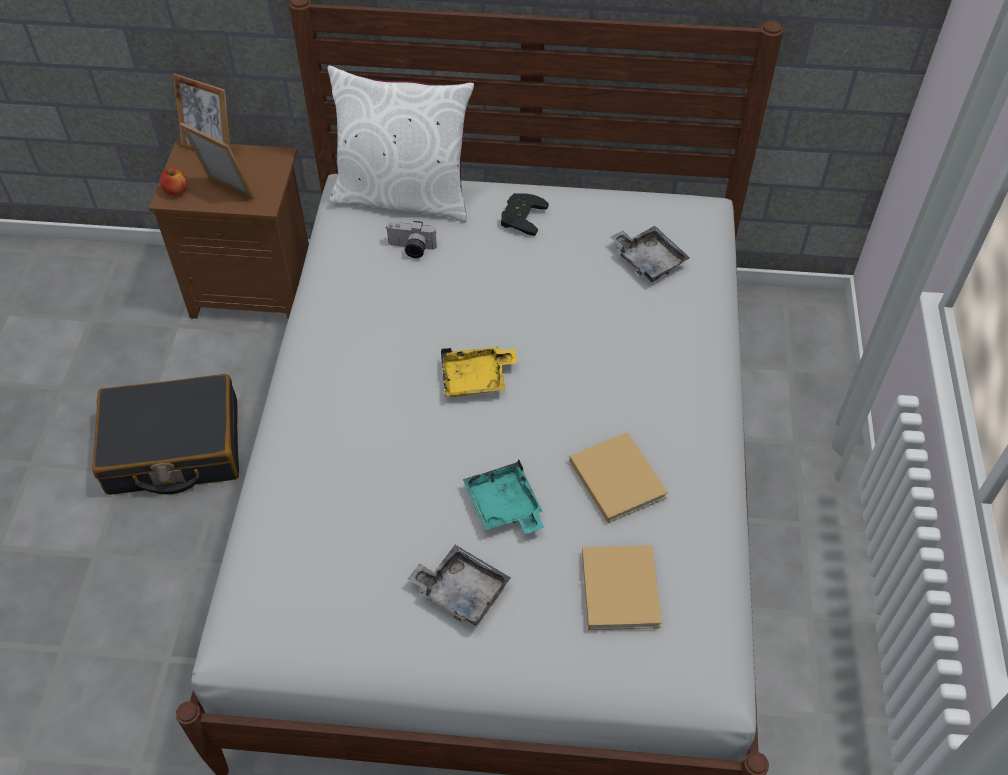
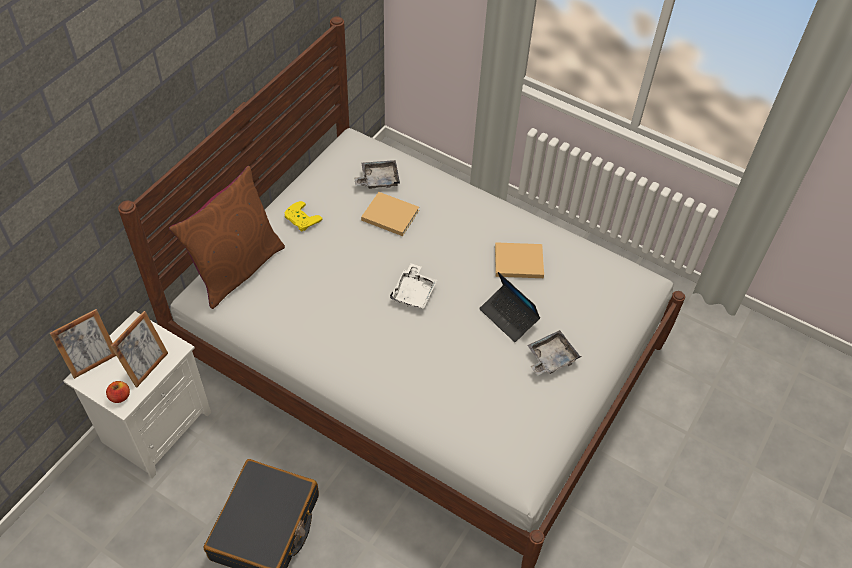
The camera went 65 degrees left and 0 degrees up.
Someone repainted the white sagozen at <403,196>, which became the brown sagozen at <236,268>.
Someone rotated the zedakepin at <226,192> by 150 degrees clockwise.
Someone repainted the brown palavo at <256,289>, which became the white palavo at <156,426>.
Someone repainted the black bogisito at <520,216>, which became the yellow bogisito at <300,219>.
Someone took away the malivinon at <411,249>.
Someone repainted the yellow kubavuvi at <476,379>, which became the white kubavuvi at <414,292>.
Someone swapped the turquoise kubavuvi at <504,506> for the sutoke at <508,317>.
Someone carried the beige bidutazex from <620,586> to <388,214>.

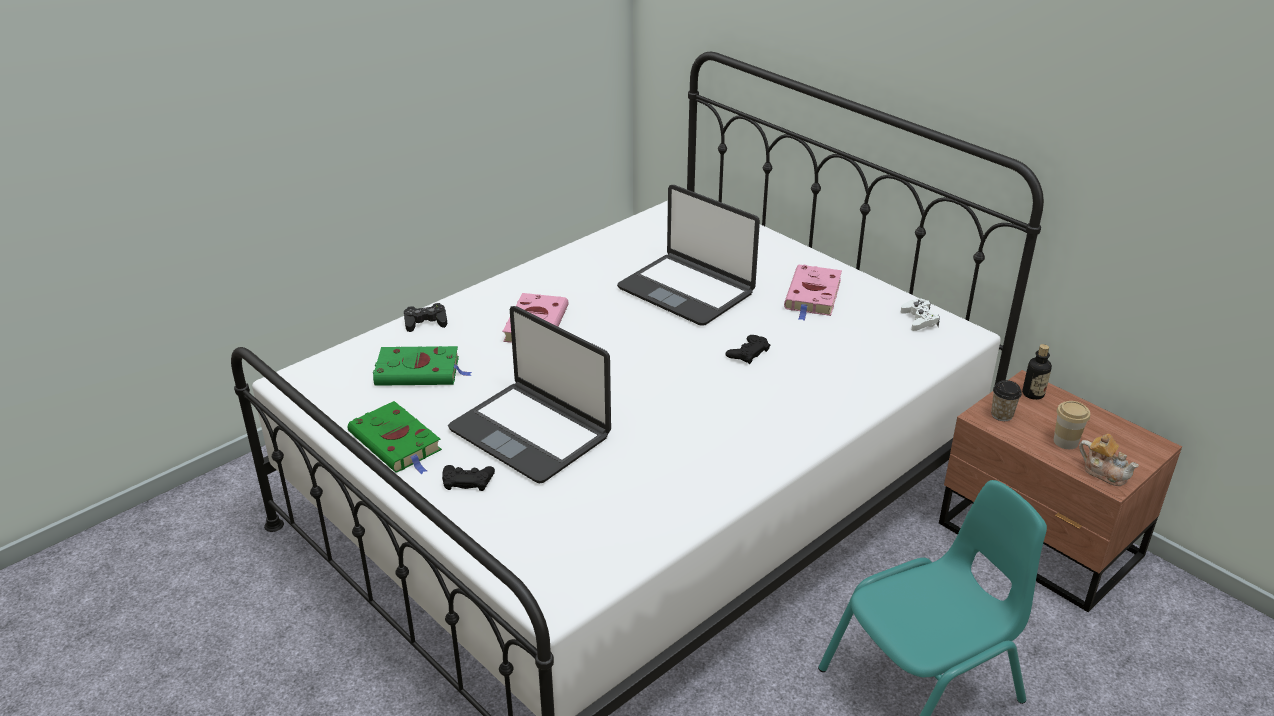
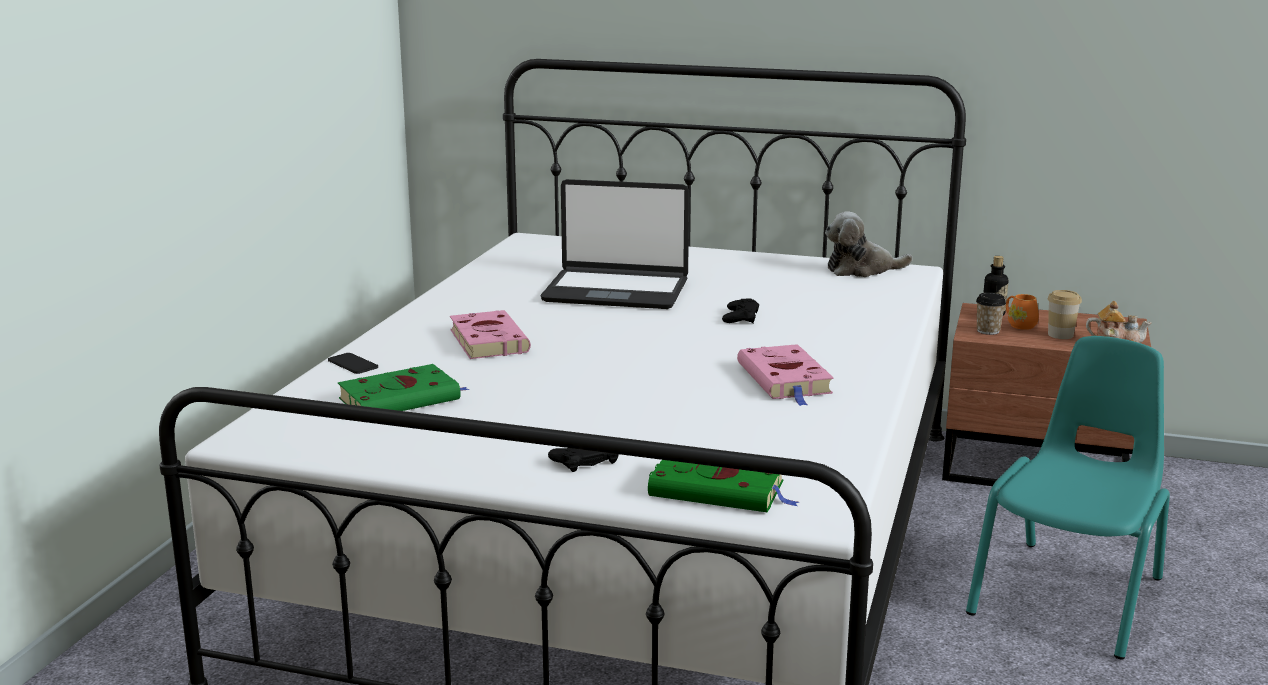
The camera went 30 degrees left and 15 degrees down.
Someone carried the pink bidutazex from <813,296> to <786,380>.
Someone swapped the white bogisito at <919,320> for the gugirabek at <861,270>.
Someone swapped the black bogisito at <425,322> for the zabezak at <353,364>.
Someone took away the sutoke at <531,432>.
Someone carried the green bidutazex from <397,443> to <721,490>.
Someone put down the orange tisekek at <1019,325>.

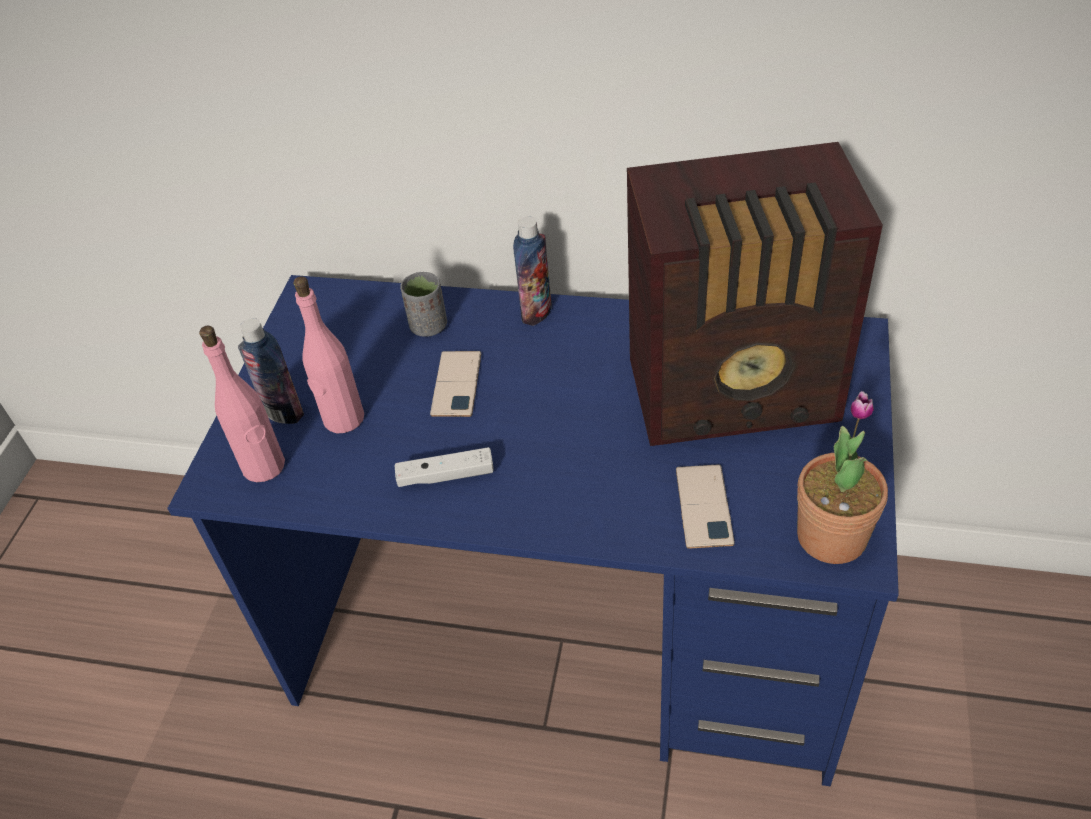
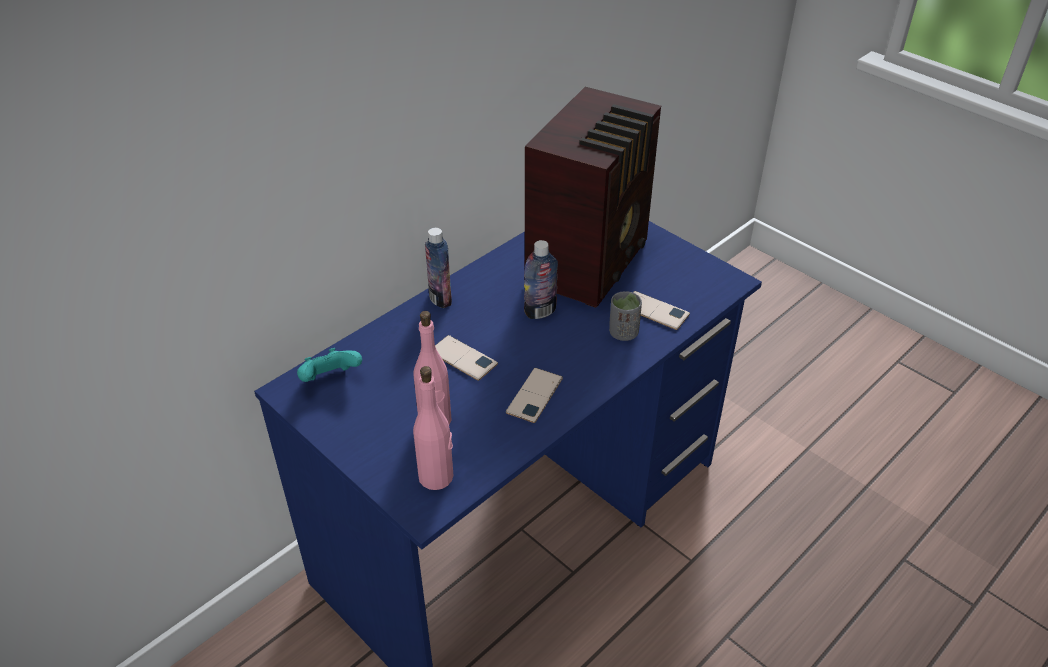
The camera went 60 degrees left and 5 degrees down.
Someone carried the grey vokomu from <428,326> to <623,333>.
Someone carried the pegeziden from <283,412> to <540,311>.
Someone took away the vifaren at <831,536>.
Someone swapped the white bogisito at <446,476> for the zabezak at <534,395>.
Someone put down the turquoise bogisito at <330,379>.

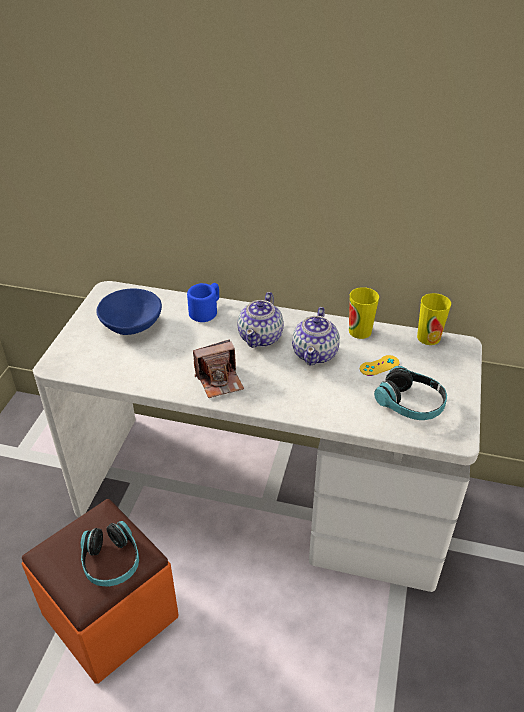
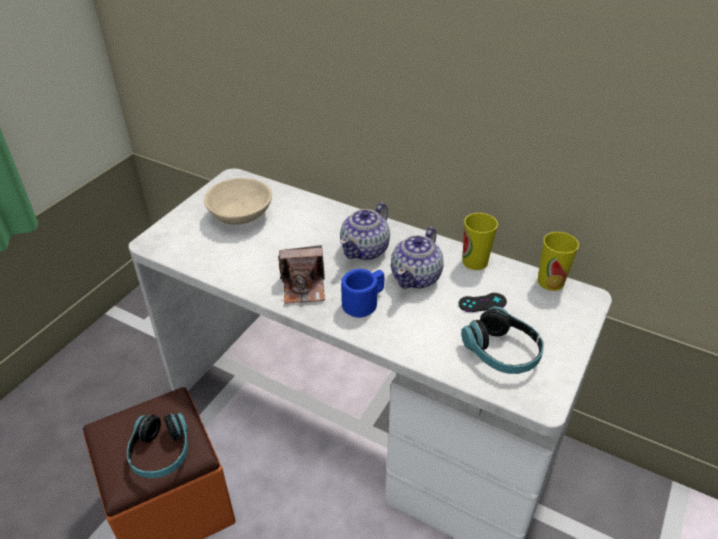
The camera went 15 degrees right and 0 degrees up.
Someone carried the blue tisekek from <206,311> to <364,302>.
Someone repainted the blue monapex at <131,325>, which became the beige monapex at <240,215>.
Someone repainted the yellow bogisito at <379,366>, which became the black bogisito at <482,303>.

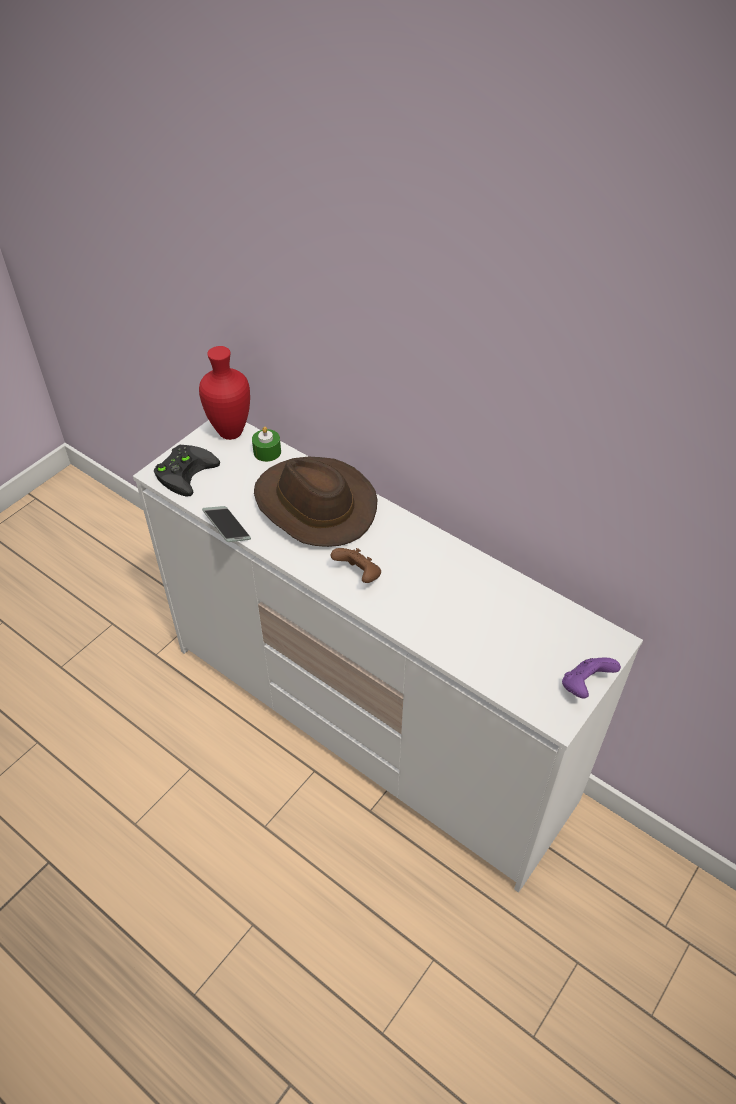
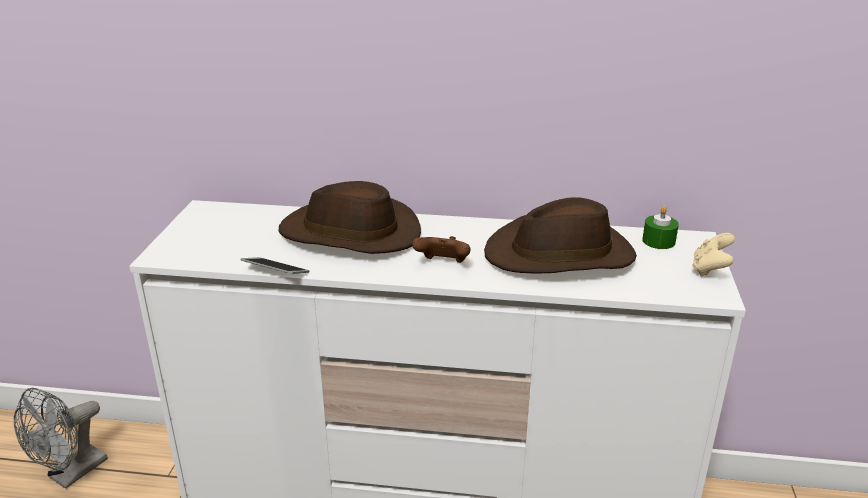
The camera went 30 degrees left and 20 degrees down.
Someone took away the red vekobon at <232,433>.
Someone carried the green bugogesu from <267,452> to <658,241>.
Someone took away the black bogisito at <185,471>.
Someone repainted the purple bogisito at <584,686>, which became the beige bogisito at <710,270>.
Someone put down the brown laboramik at <560,255>.
Someone put down the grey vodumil at <71,474>.

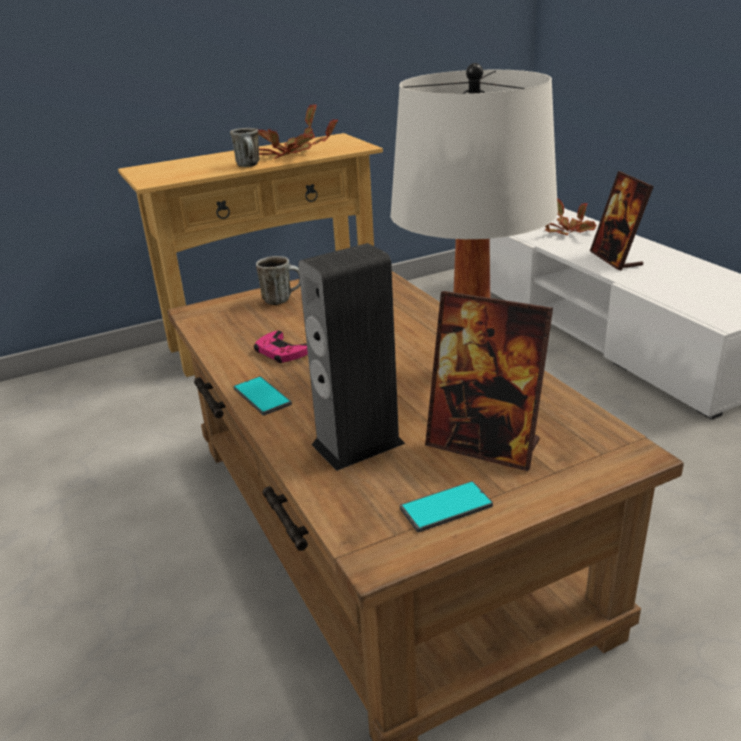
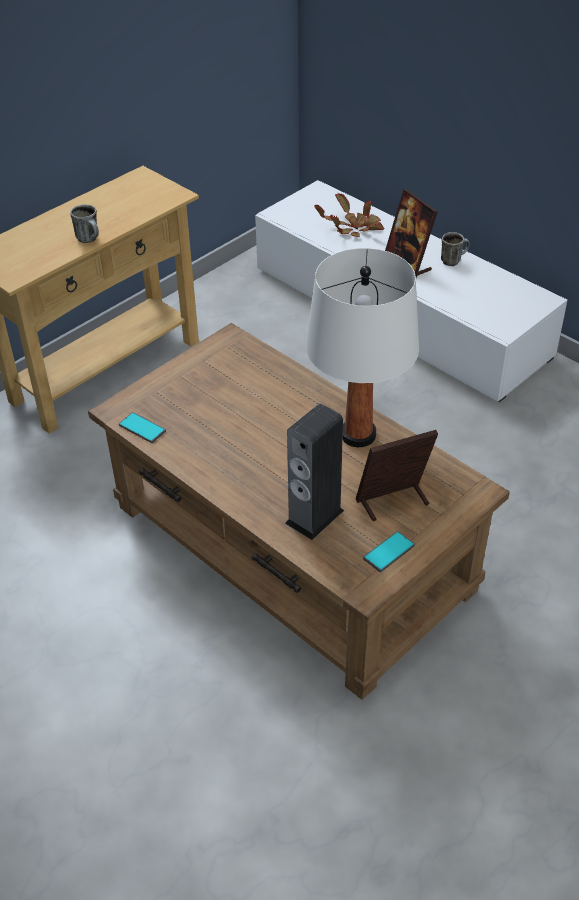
The camera went 20 degrees left and 15 degrees up.
Someone took away the vifaren at <291,153>.
Someone carried the tisekek from <282,299> to <453,260>.
Someone rotated the zedakepin at <484,445> by 150 degrees clockwise.
Someone took away the pink bogisito at <281,352>.
Someone carried the zabezak from <262,396> to <142,428>.

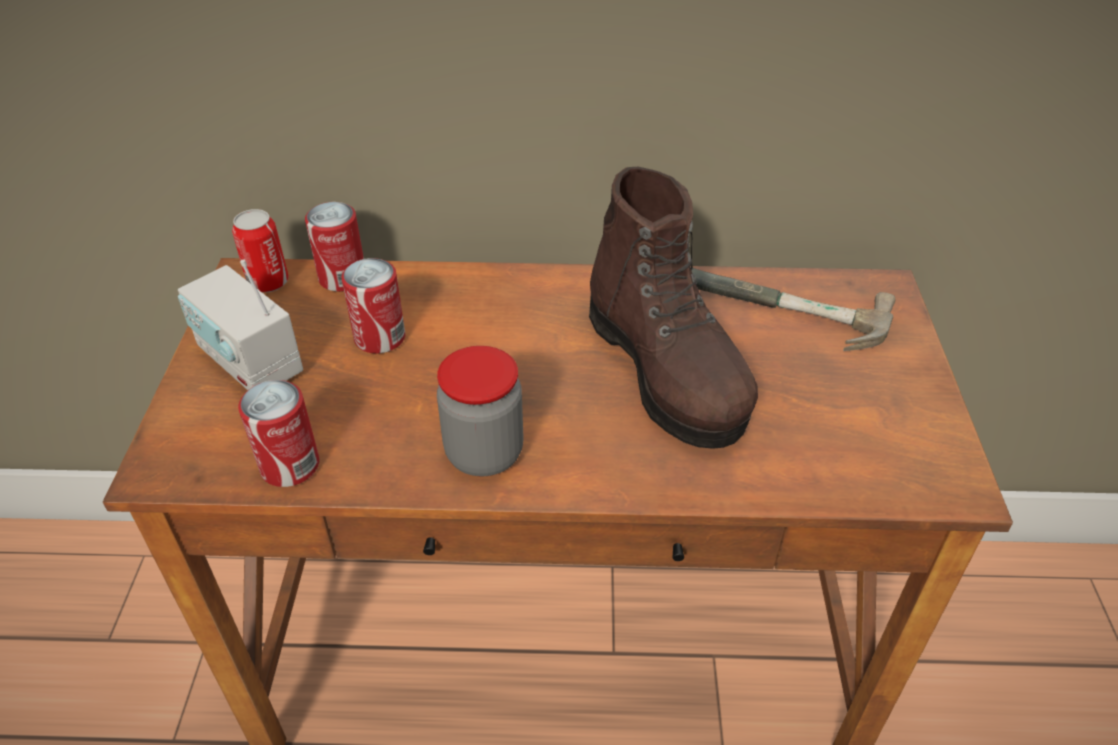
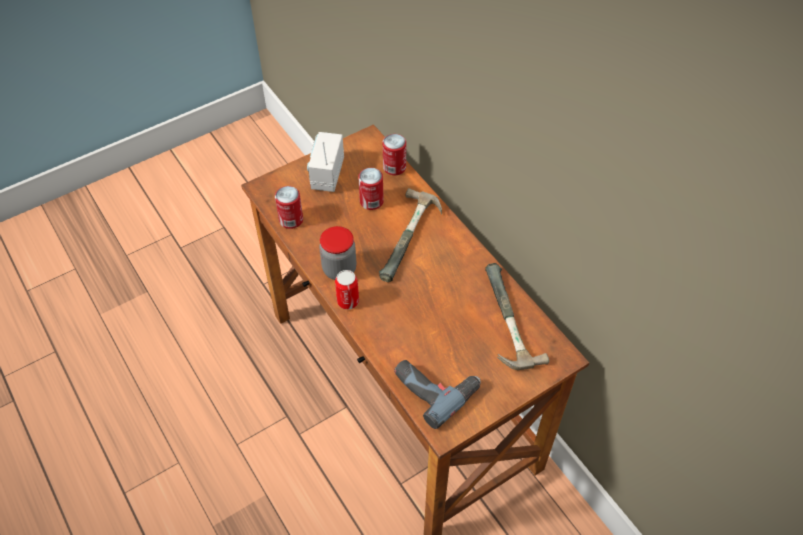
The camera went 55 degrees right and 10 degrees up.
Someone took away the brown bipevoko at <666,371>.
Someone carried the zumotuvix from <268,282> to <348,301>.
Someone put down the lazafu at <413,239>.
Someone put down the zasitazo at <435,386>.

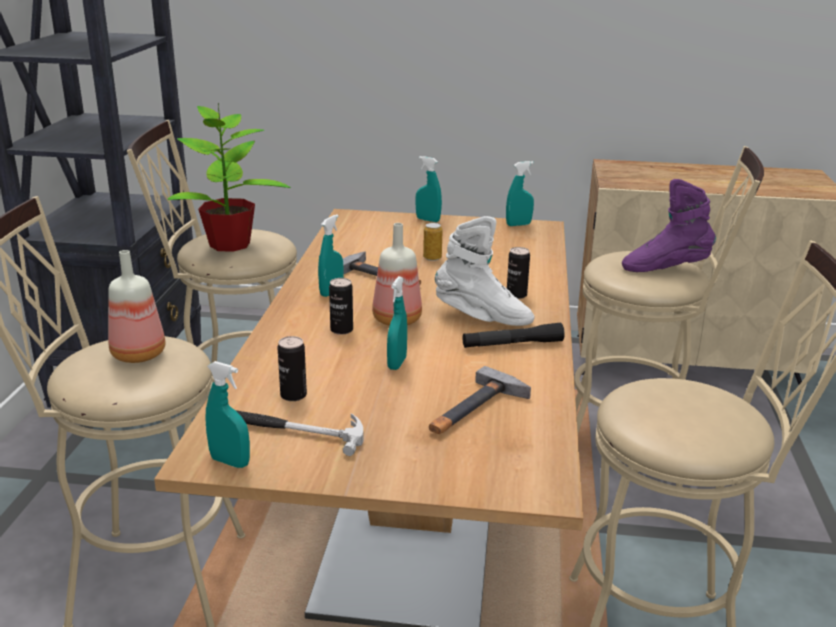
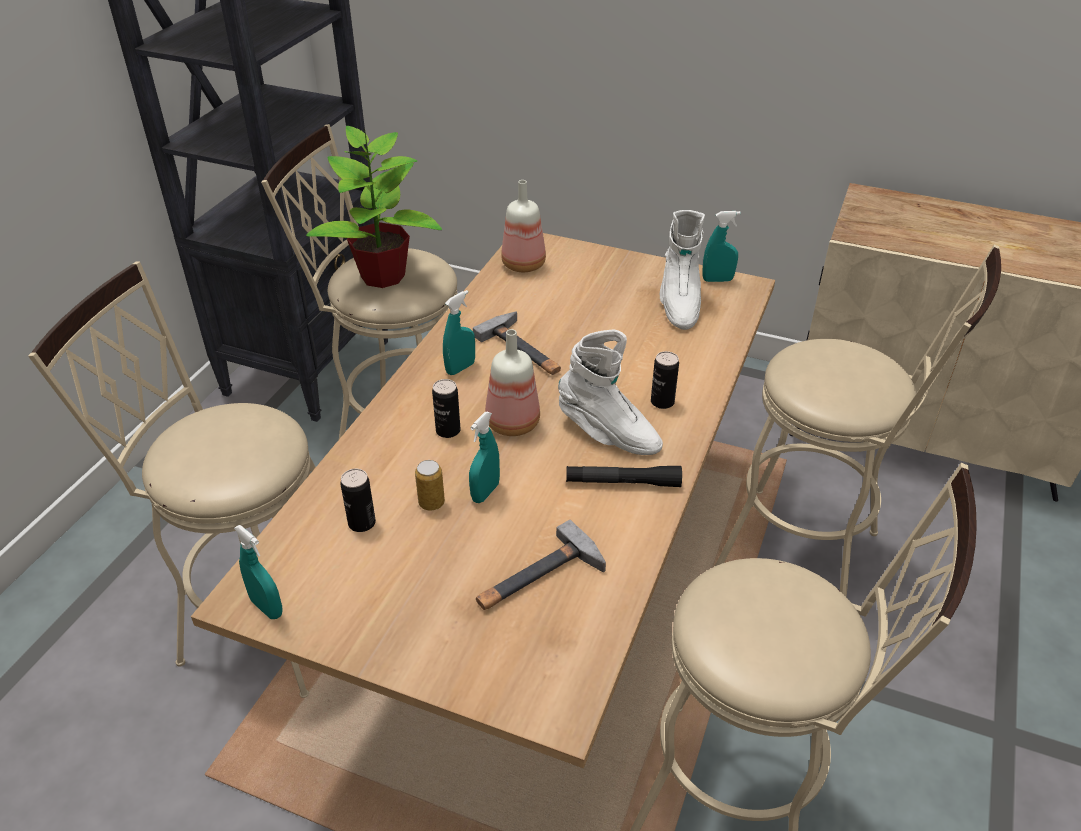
The camera went 15 degrees right and 15 degrees up.
Someone took away the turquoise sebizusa at <428,220>.
Someone took away the purple bipevoko at <665,268>.
Someone carried the zumotuvix from <432,258> to <431,503>.
Someone carried the pegeziden from <140,355> to <525,265>.
Someone took away the lazafu at <290,430>.
Someone put down the white bipevoko at <678,303>.

